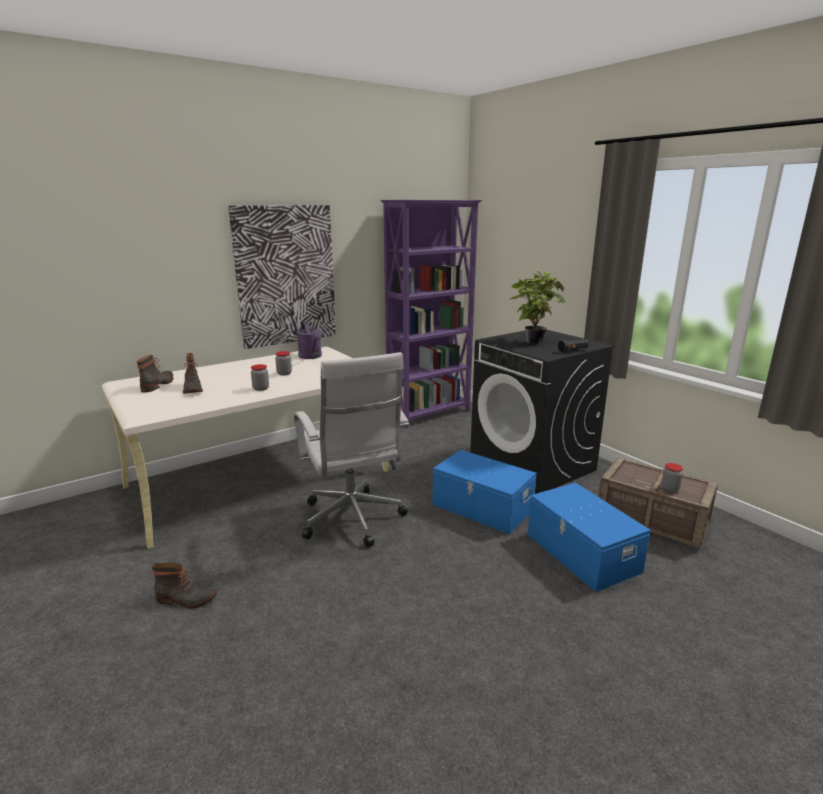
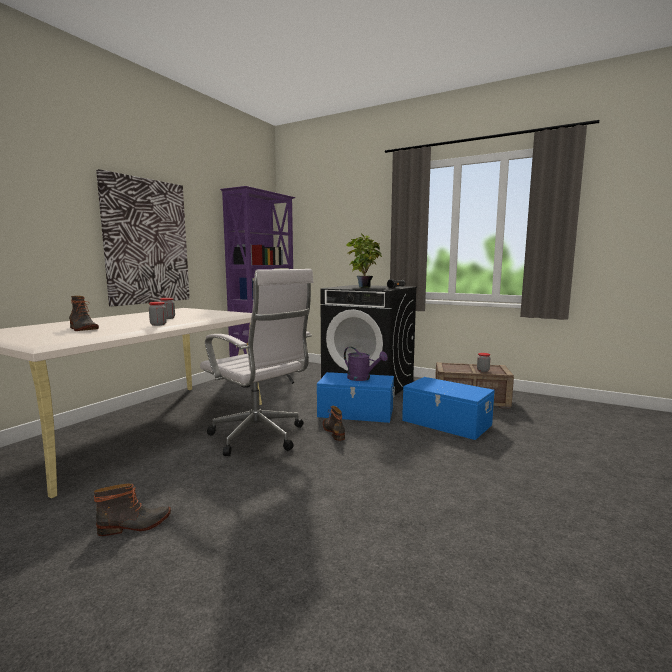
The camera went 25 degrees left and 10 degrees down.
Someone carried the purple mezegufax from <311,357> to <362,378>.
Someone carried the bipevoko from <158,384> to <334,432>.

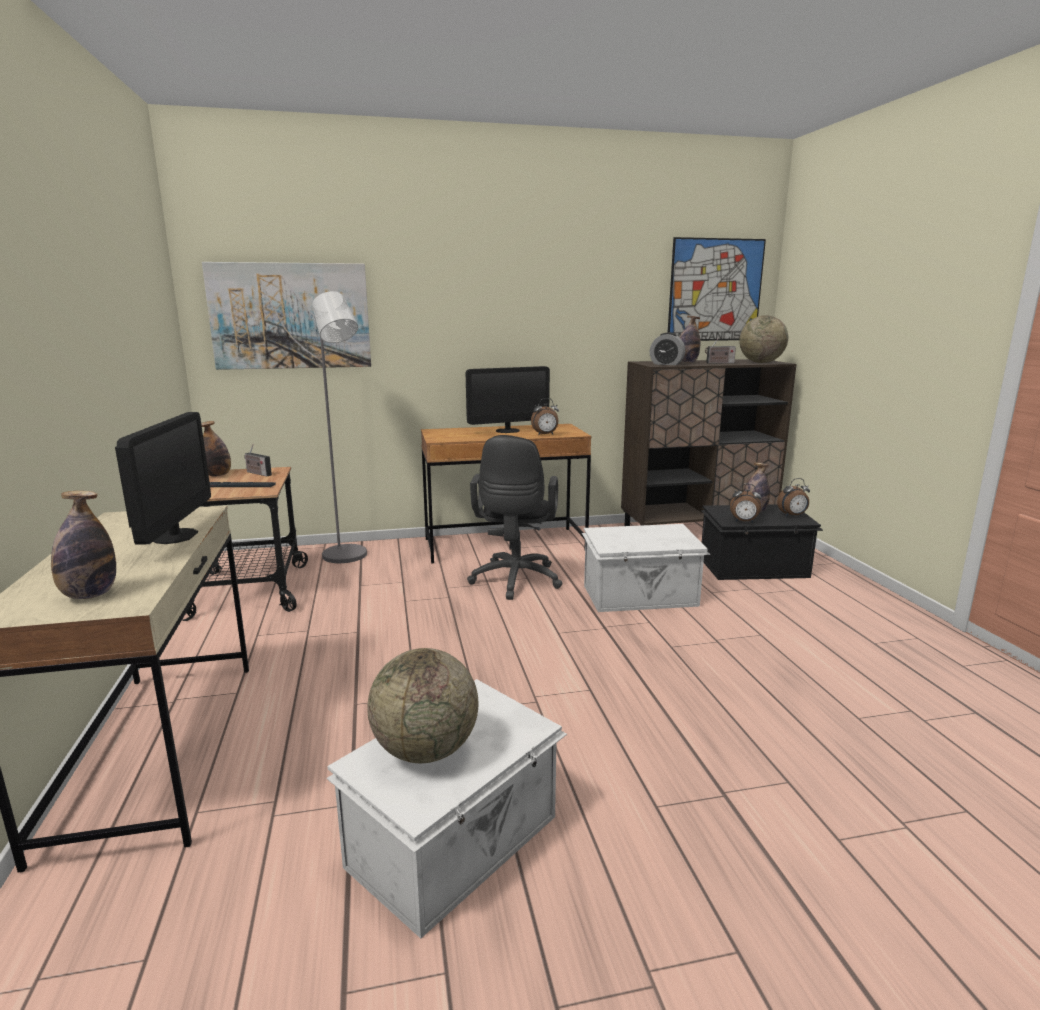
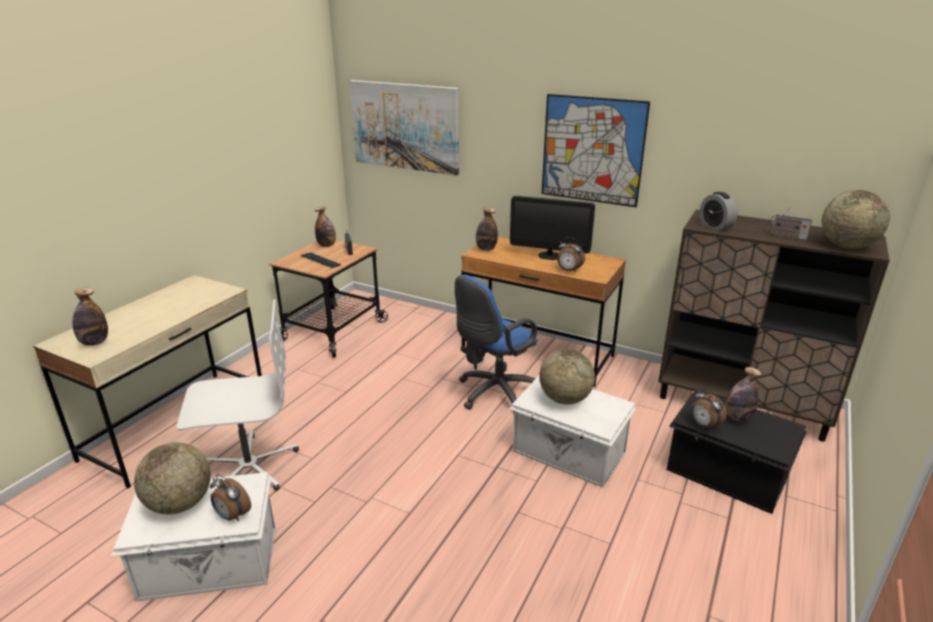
The camera went 40 degrees right and 10 degrees up.
Someone carried the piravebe from <715,290> to <592,150>.
Someone took away the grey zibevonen at <348,557>.
Someone carried the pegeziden from <686,363> to <486,249>.
Someone took away the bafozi at <175,536>.
Someone repainted the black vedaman at <515,582>, which became the blue vedaman at <494,394>.
Someone carried the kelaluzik from <792,515> to <232,516>.
Someone put down the white vedaman at <248,466>.
Someone put down the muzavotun at <564,399>.

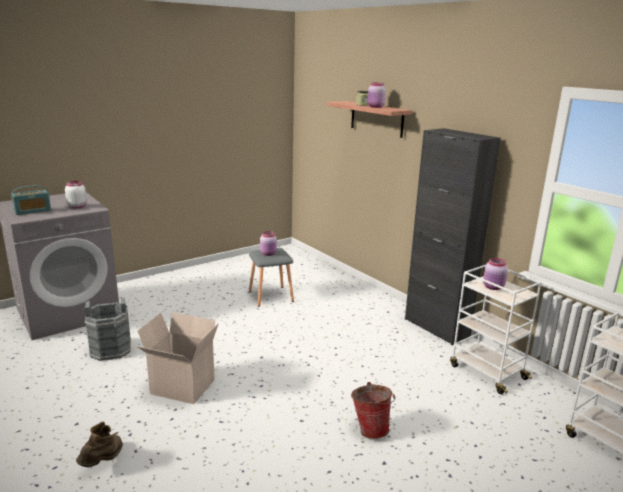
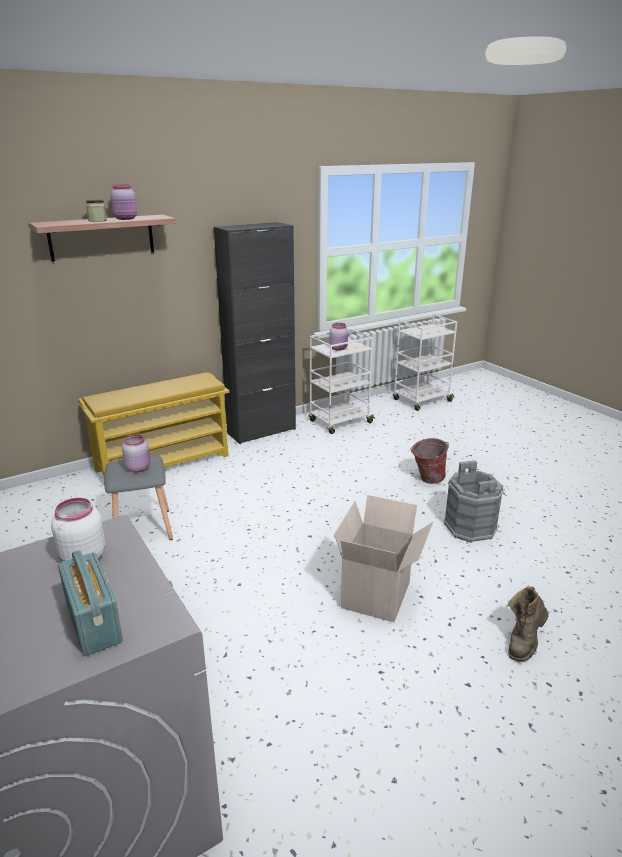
The camera went 85 degrees left and 5 degrees up.
Someone carried the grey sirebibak from <111,350> to <470,527>.
Someone rotated the brown bipevoko at <103,461> by 75 degrees counterclockwise.
Someone put down the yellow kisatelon at <164,462>.

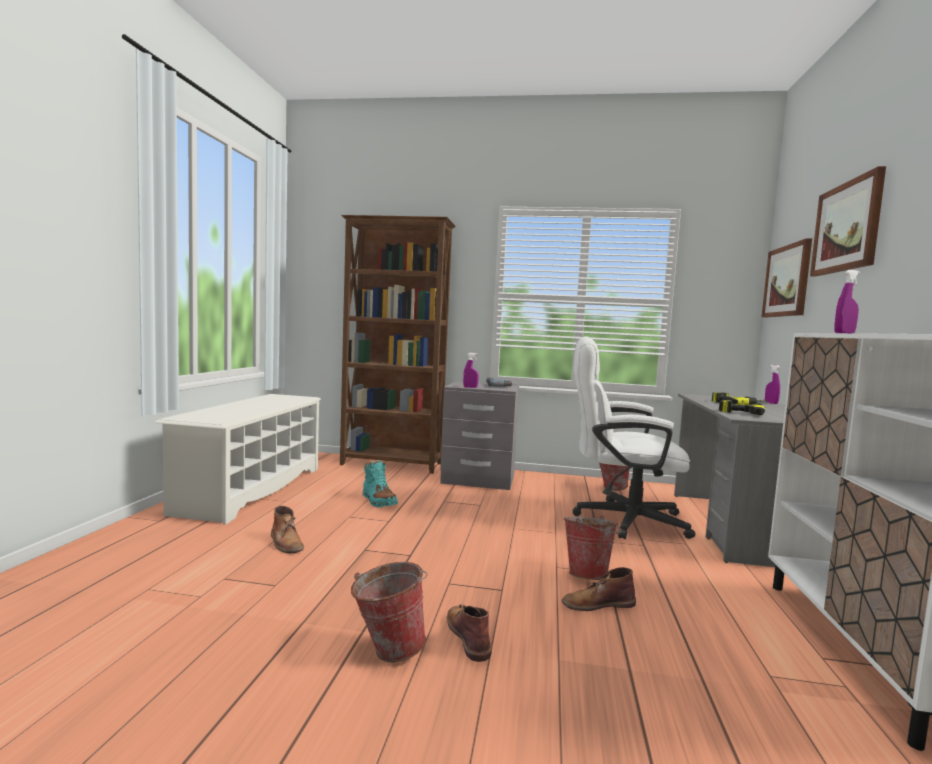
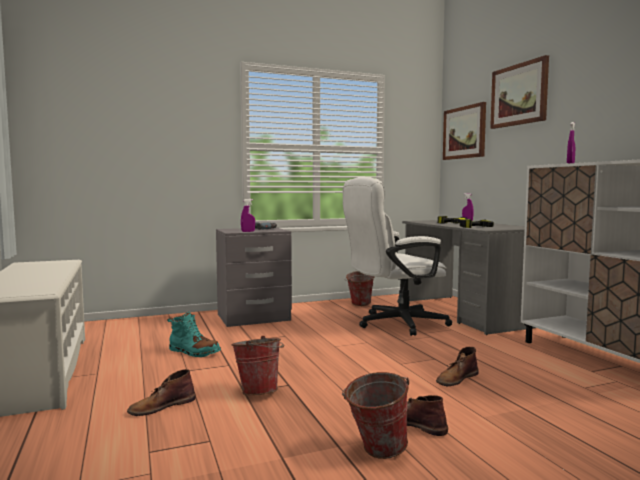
The camera went 30 degrees left and 0 degrees up.
Someone took away the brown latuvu at <392,464>.
Someone rotated the brown bipevoko at <286,543> by 120 degrees clockwise.
Someone carried the sirebibak from <588,574> to <259,391>.

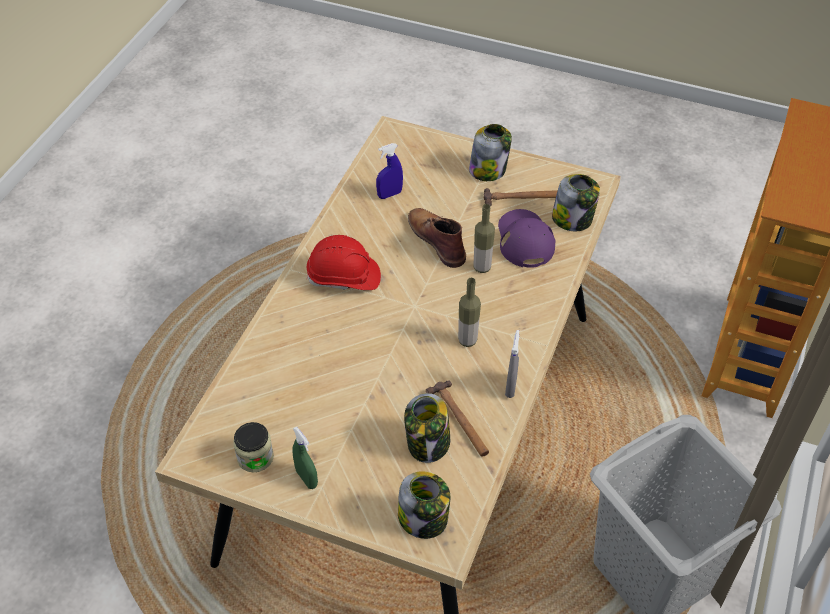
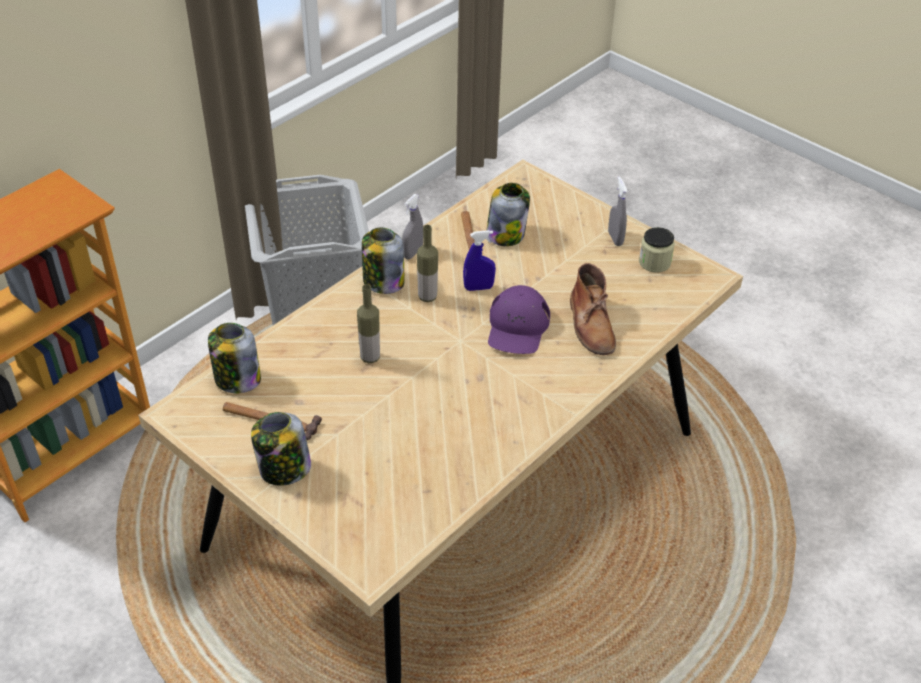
The camera went 160 degrees left and 5 degrees down.
Someone carried the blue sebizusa from <389,194> to <478,288>.
Someone carried the brown bipevoko from <436,239> to <591,324>.
Someone carried the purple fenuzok from <524,240> to <517,327>.
Someone took away the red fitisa at <344,277>.
Someone repainted the green sebizusa at <306,478>, which became the grey sebizusa at <615,238>.
Someone carried the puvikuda from <424,519> to <383,282>.

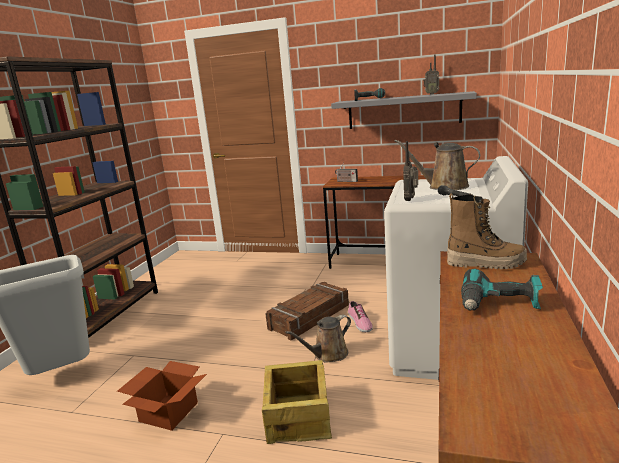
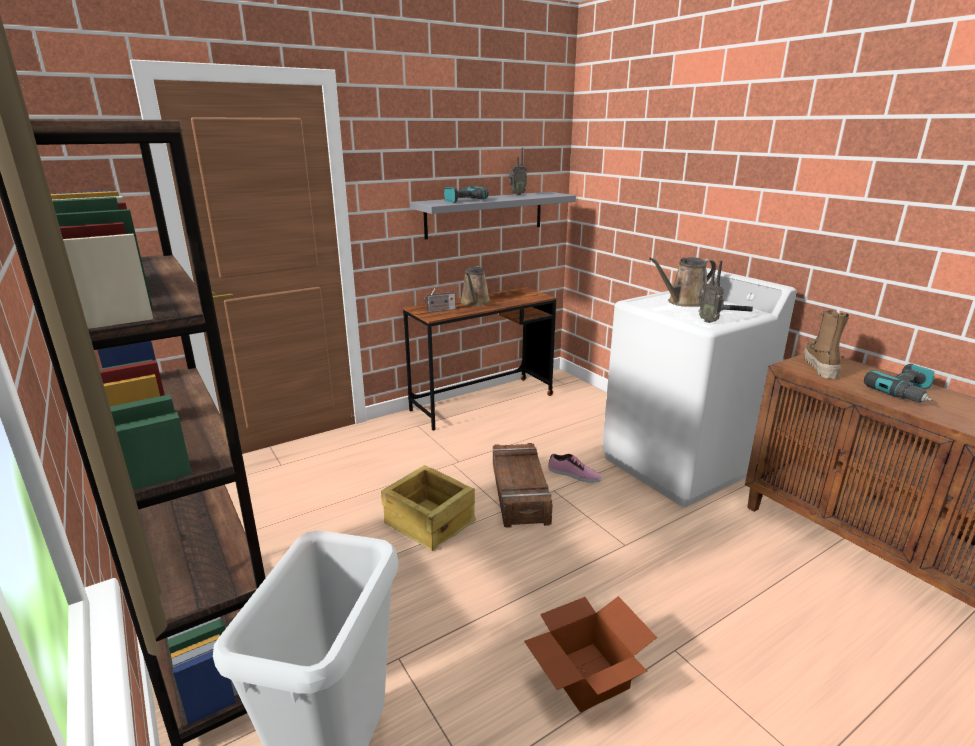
The camera went 50 degrees left and 5 degrees up.
Someone rotated the bipevoko at <485,263> by 45 degrees counterclockwise.
Someone carried the brown mezegufax from <328,354> to <475,302>.
Someone carried the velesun from <299,416> to <429,521>.

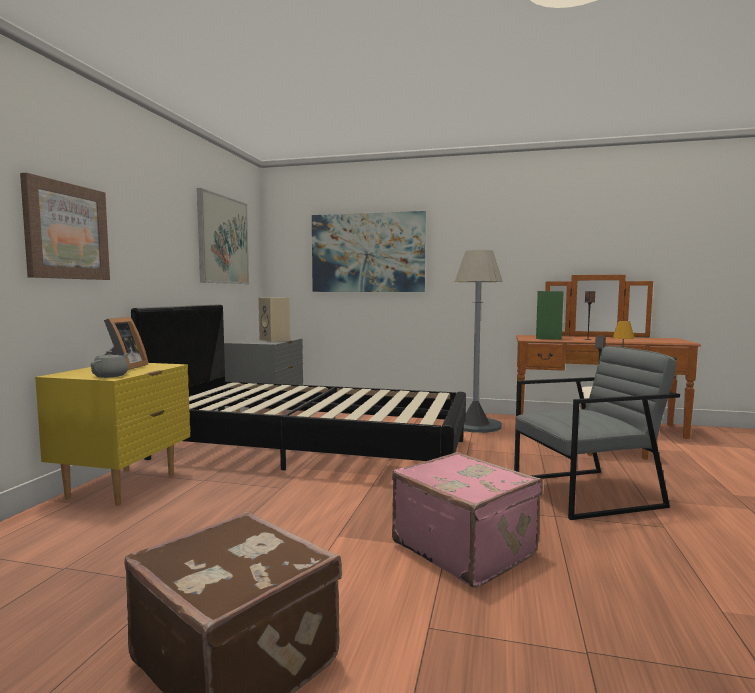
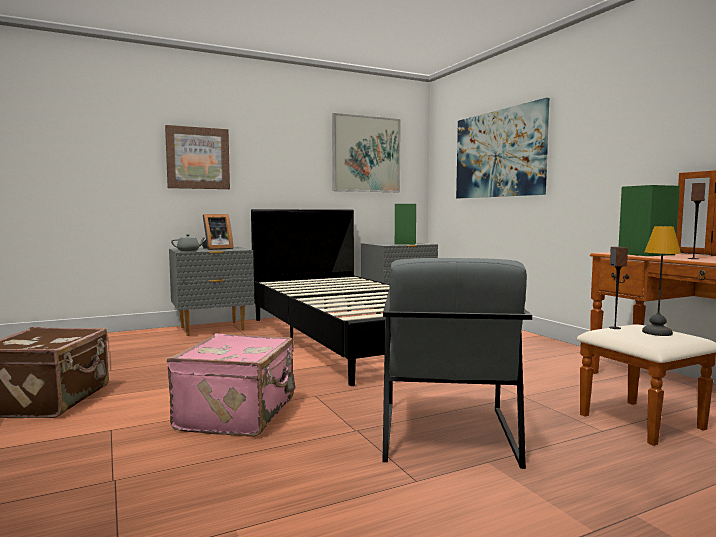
The camera went 50 degrees right and 0 degrees up.
Someone took away the grey zibevonen at <475,425>.
Someone repainted the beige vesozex at <275,340>, which became the green vesozex at <405,243>.
Someone rotated the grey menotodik at <587,493> by 60 degrees clockwise.
Someone repainted the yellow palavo at <124,486>, which became the grey palavo at <212,329>.

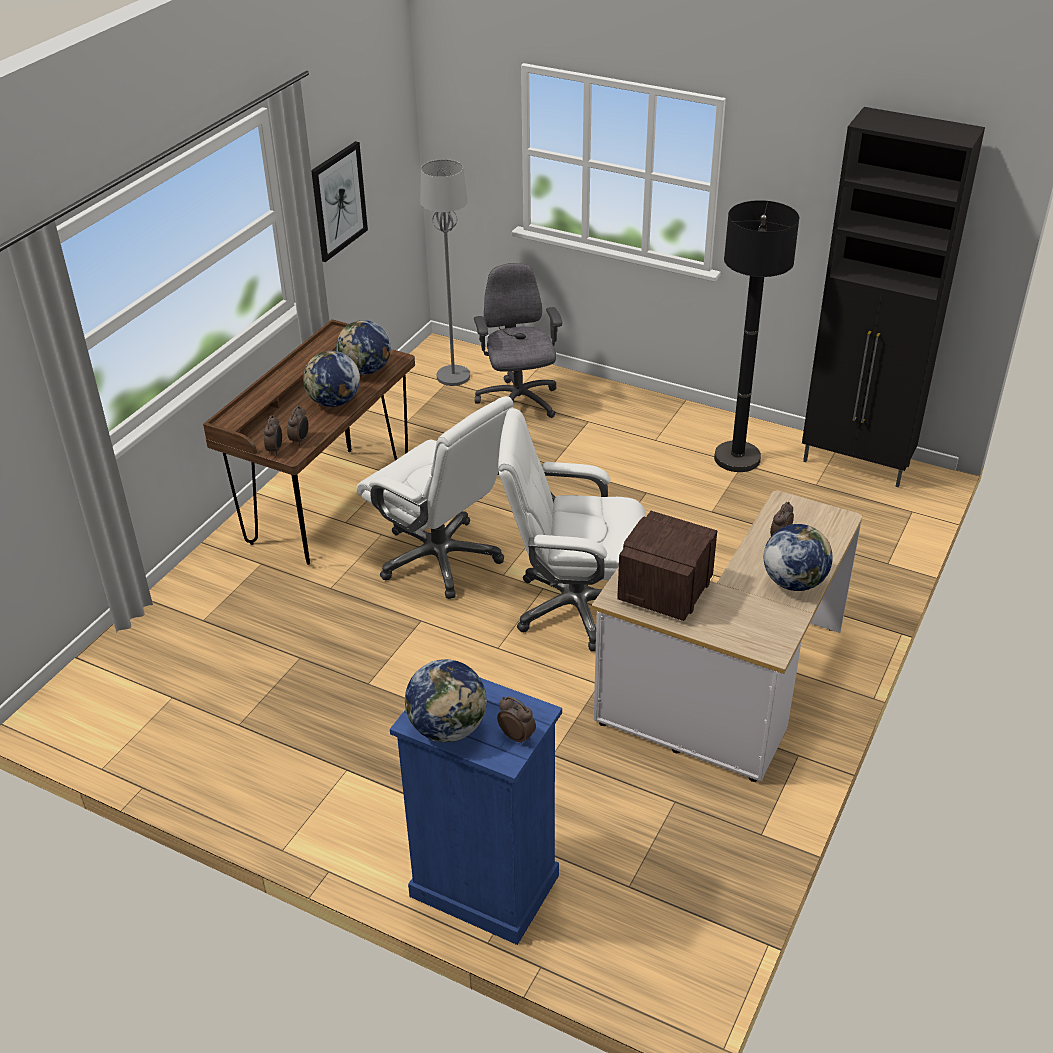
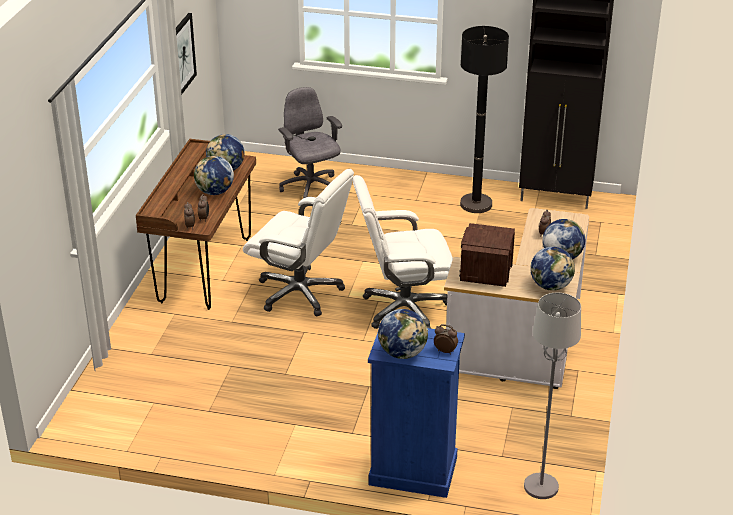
The camera went 15 degrees left and 5 degrees down.
Someone carried the grey zibevonen from <453,376> to <541,486>.
Someone put down the muzavotun at <551,286>.

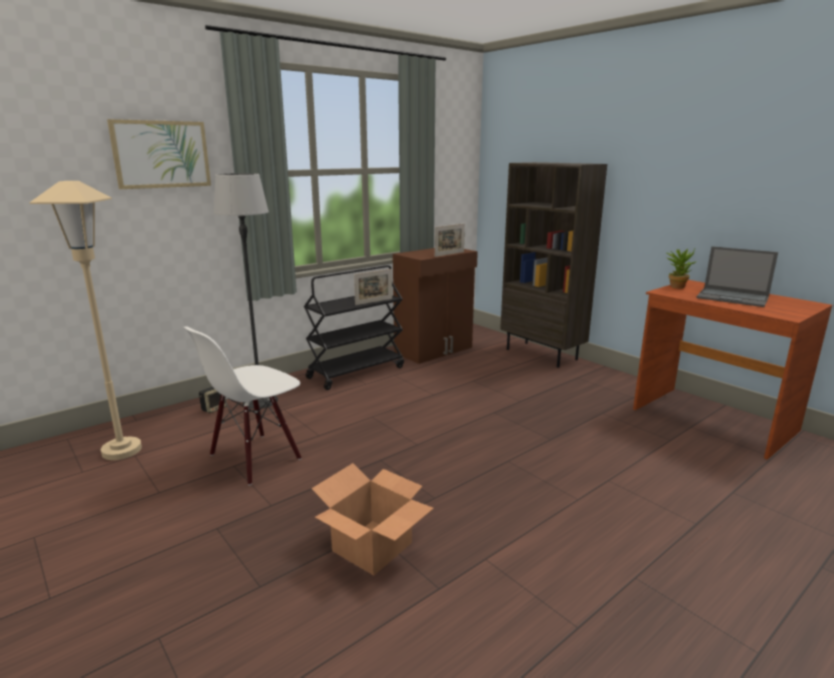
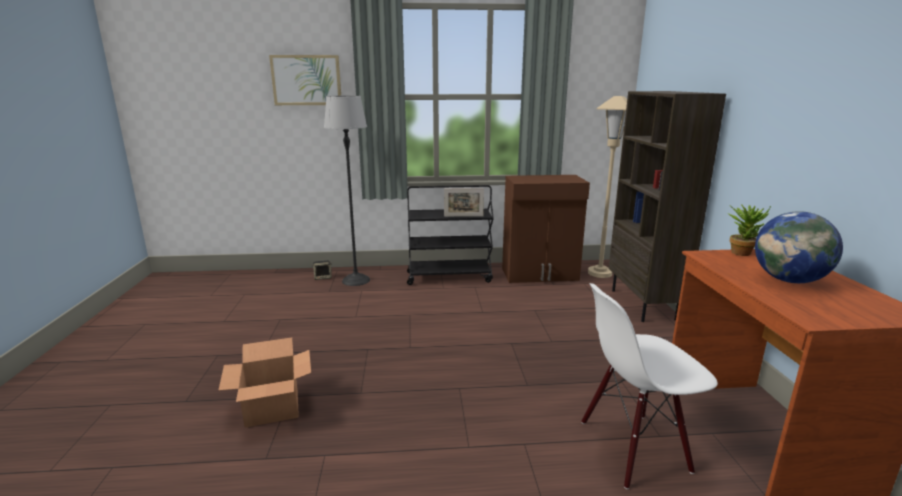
The camera went 35 degrees right and 0 degrees up.
Someone carried the beige zibevonen from <122,450> to <599,273>.
Someone took away the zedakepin at <449,254>.
Someone swapped the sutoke at <733,297> for the muzavotun at <789,280>.
Someone carried the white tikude from <255,458> to <633,447>.

